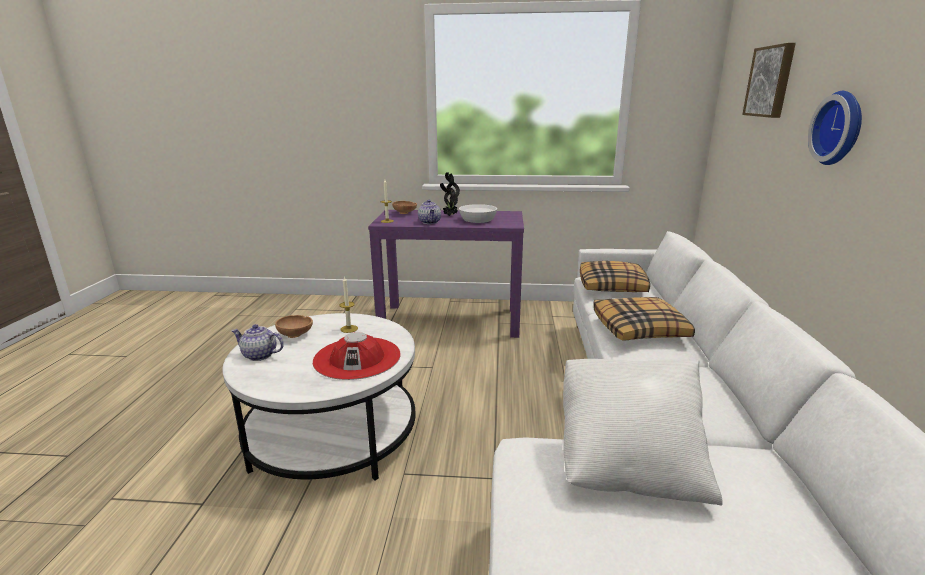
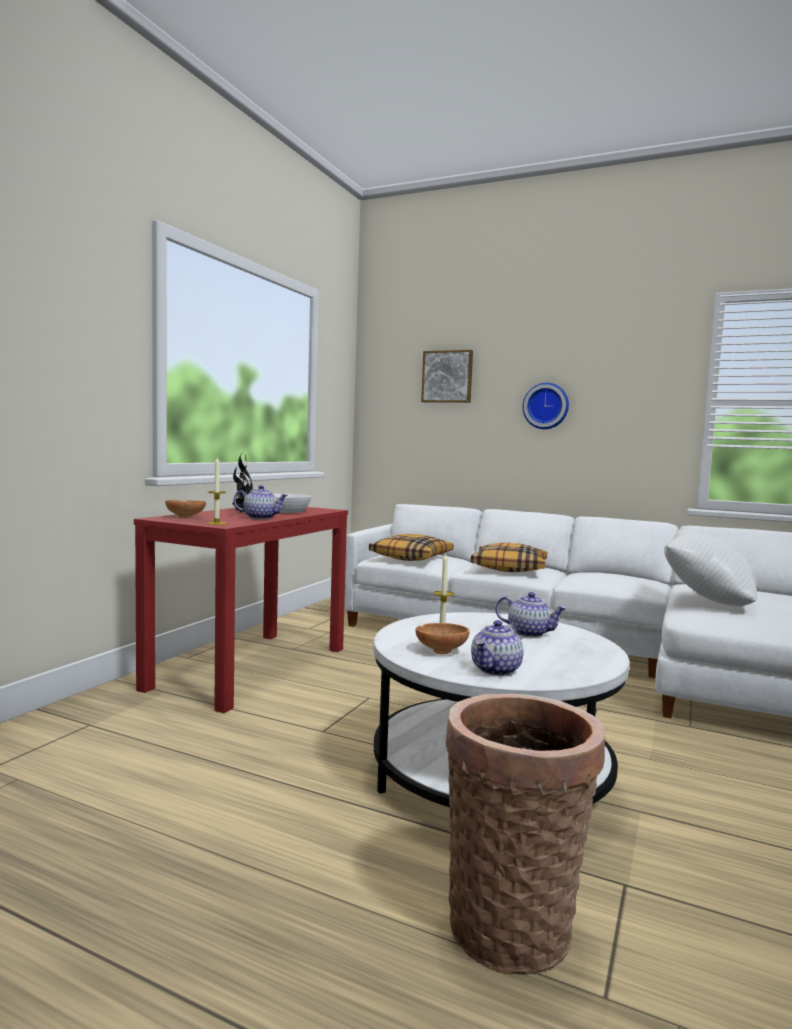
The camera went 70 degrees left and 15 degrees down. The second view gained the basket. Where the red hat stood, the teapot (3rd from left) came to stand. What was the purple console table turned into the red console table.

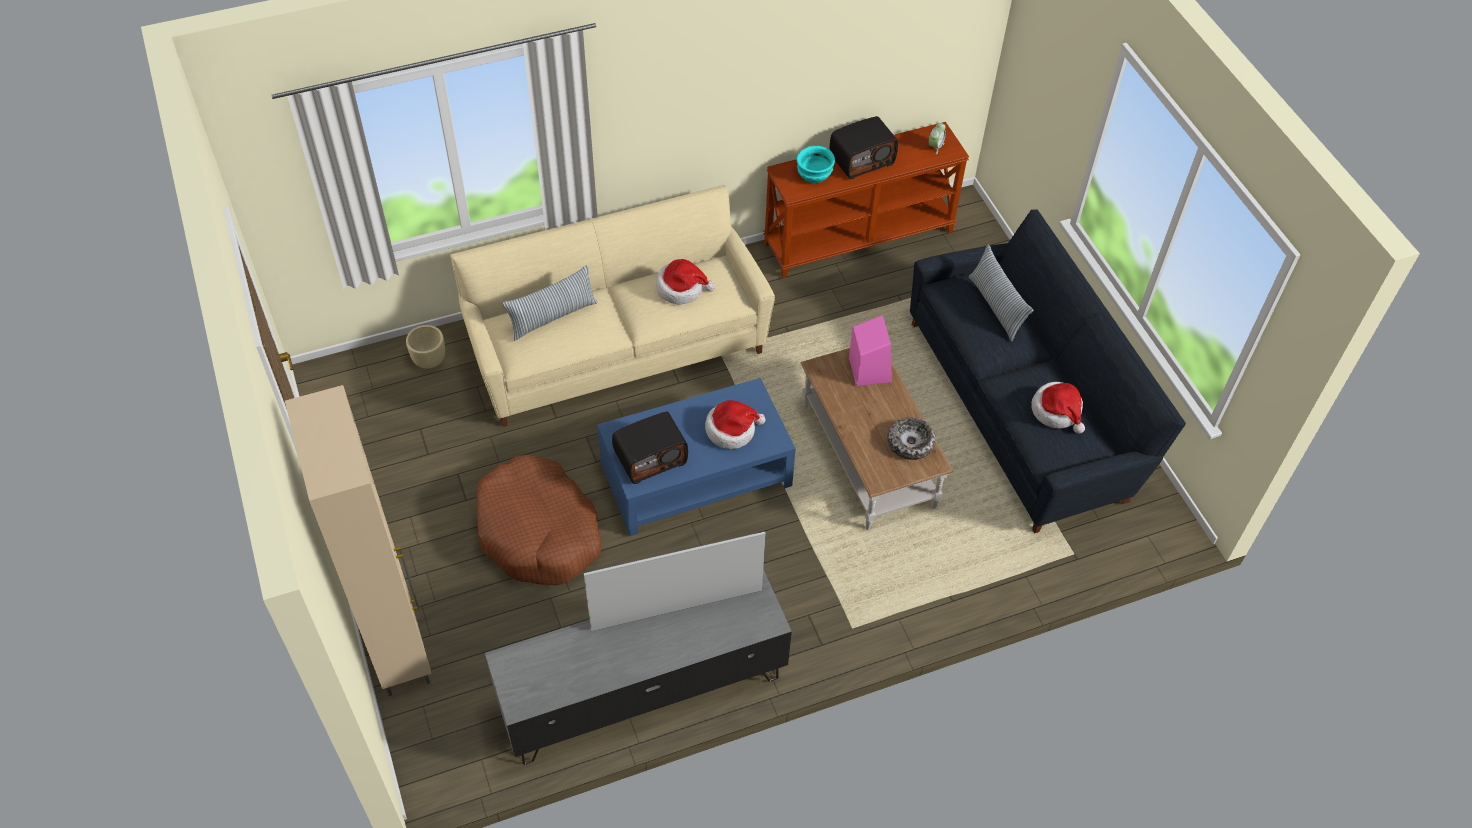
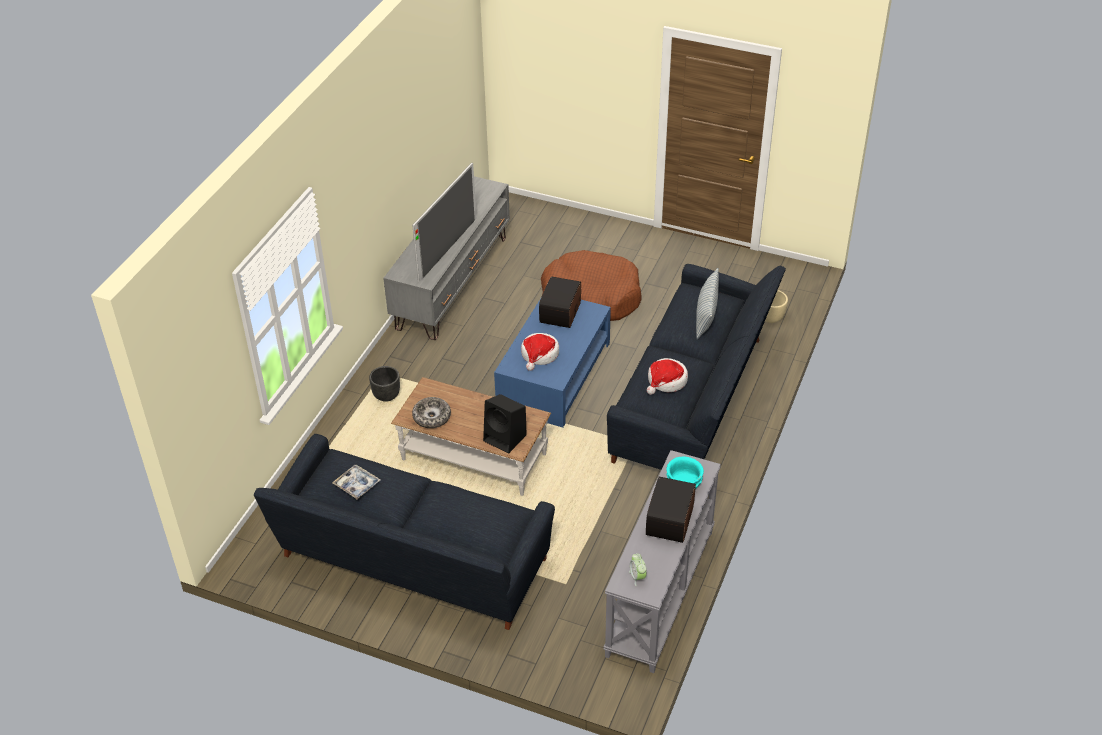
The camera went 135 degrees right and 10 degrees down. The second view lost the beige cabinet. The second view lost the pillow (2nd from left). The second view gained the black planter. Where the hat (3rd from left) stood, the tray came to stand. What was the beige sofa turned into the black sofa (2nd from left). What was the brown console table turned into the grey console table. What was the pink speaker turned into the black speaker.

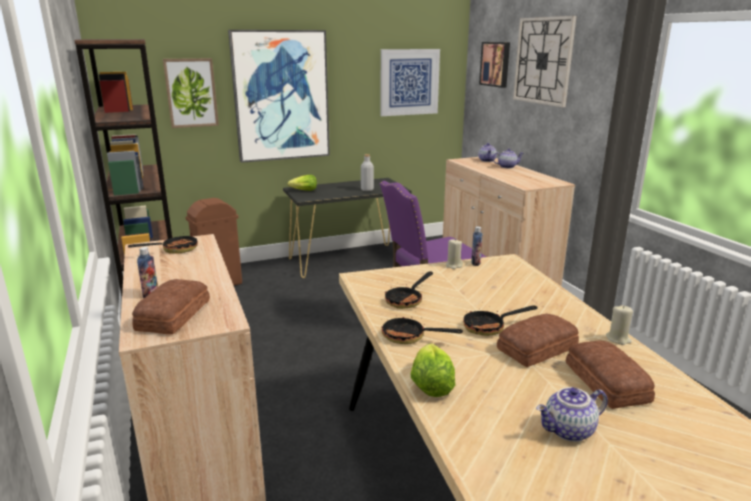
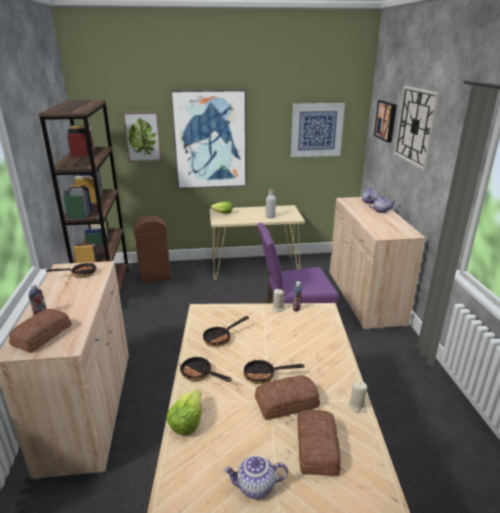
The camera went 15 degrees right and 5 degrees up. What was the black console table turned into the beige console table.

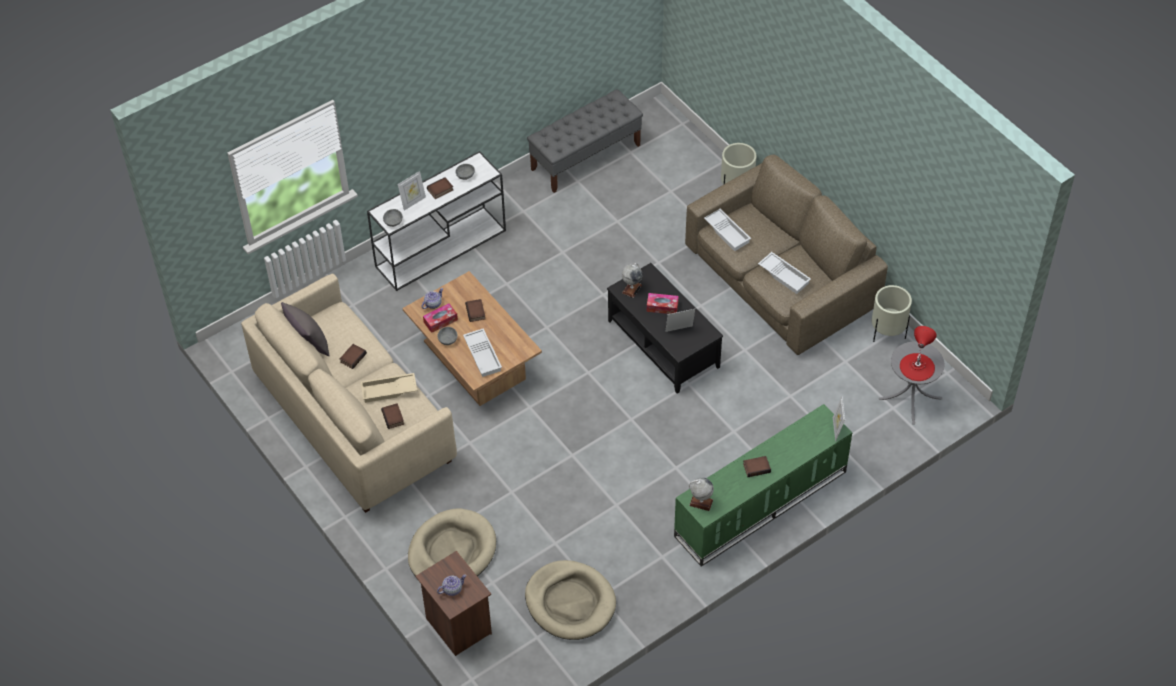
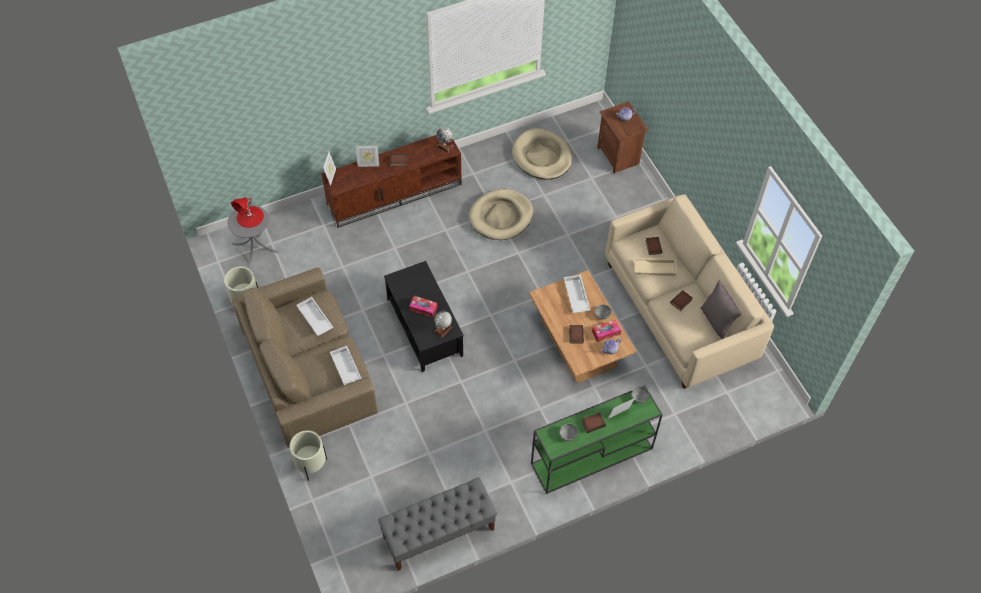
The camera went 170 degrees left and 5 degrees up. The beige dog bed (1st from left) ended up elsewhere. The picture frame (2nd from left) ended up elsewhere. What was the white console table turned into the green console table. What was the green tv stand turned into the brown tv stand.

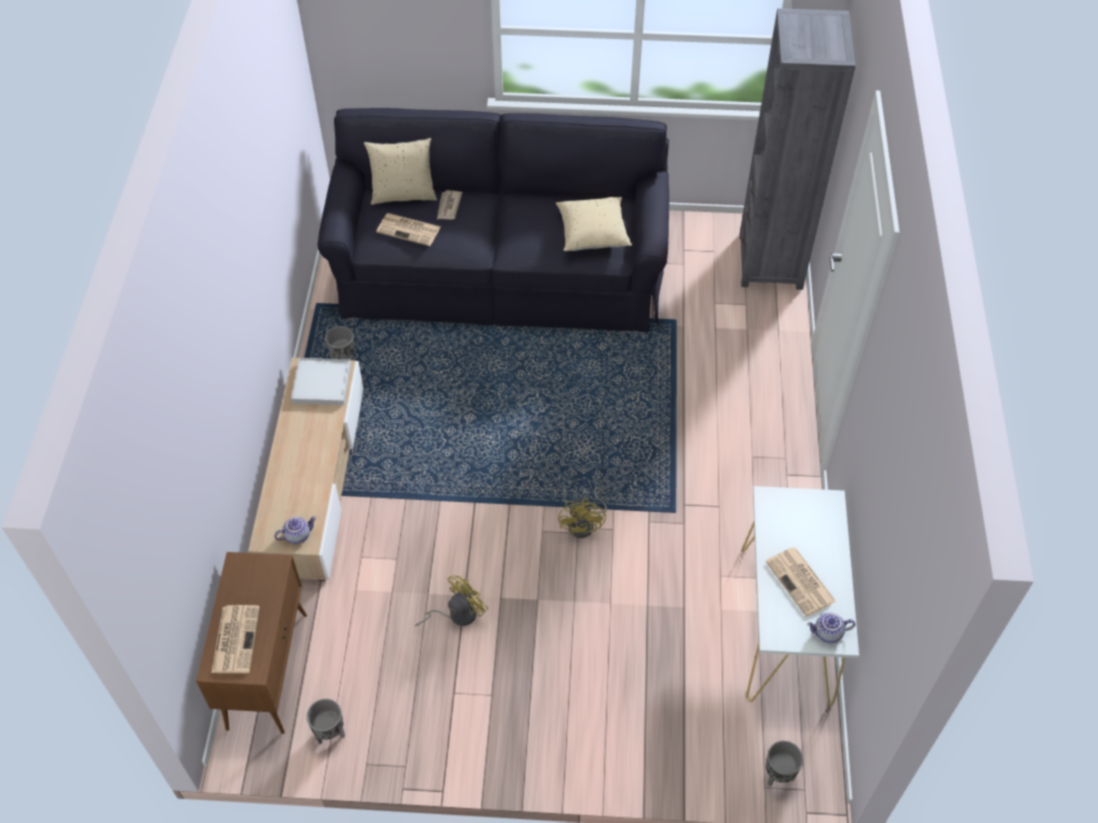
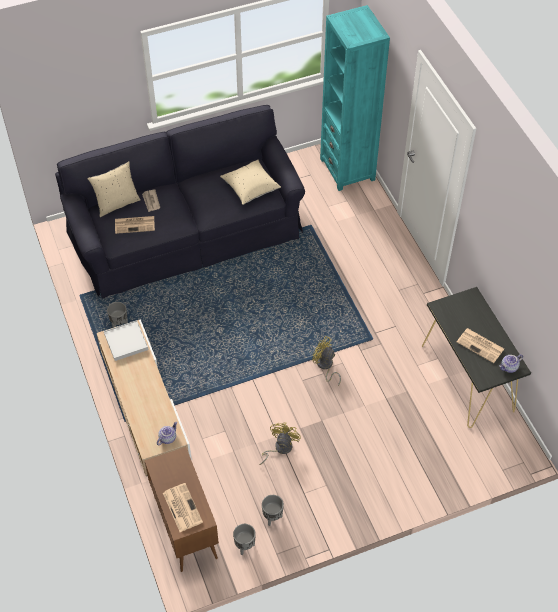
The camera went 25 degrees left and 0 degrees up. The grey planter (3rd from left) ended up elsewhere. What was the grey bookcase turned into the turquoise bookcase. What was the white console table turned into the black console table. The yellow fan (2nd from left) ended up facing another way, 150 degrees clockwise from before.

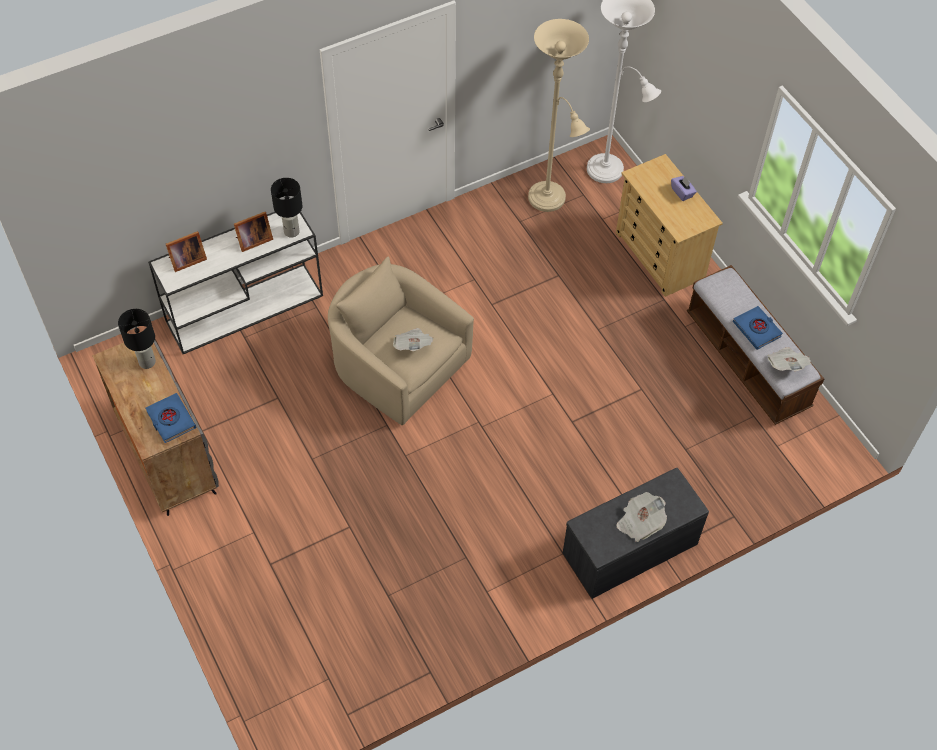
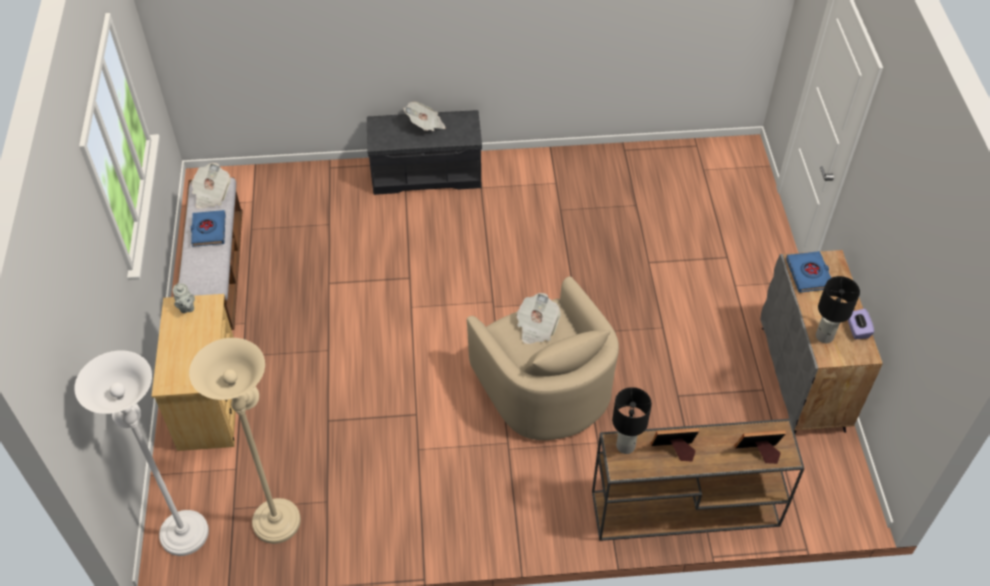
The camera went 155 degrees left and 5 degrees down. The second view gained the grey teapot. The purple tissue box ended up elsewhere. What was the white console table turned into the brown console table.

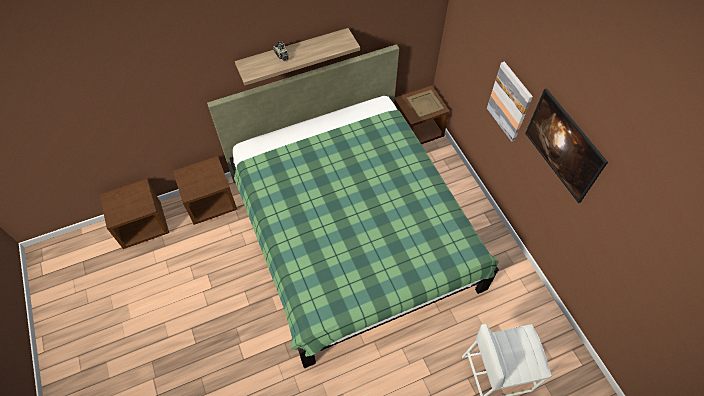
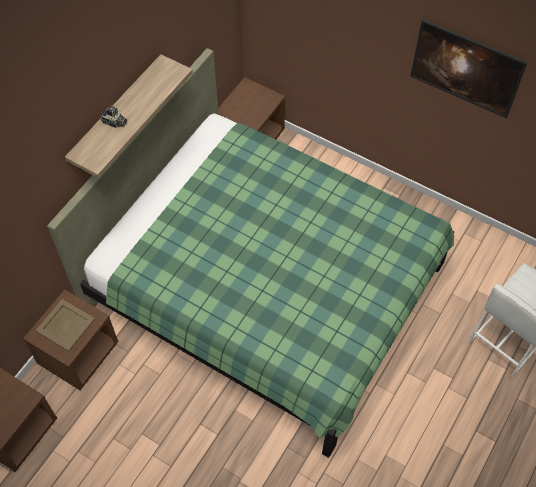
The camera went 35 degrees left and 0 degrees up. The second view lost the picture (1st from left). The beige tray ended up elsewhere.

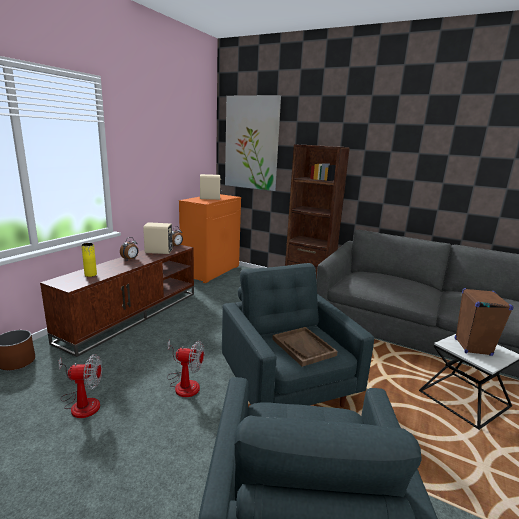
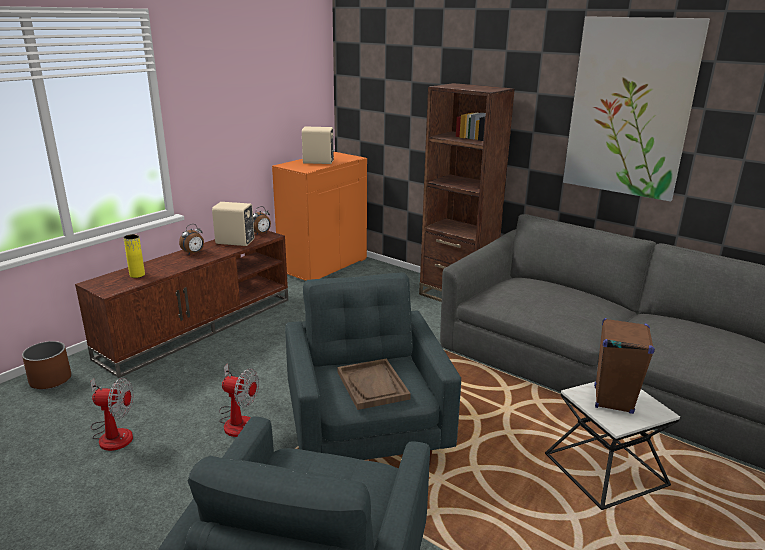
The camera went 10 degrees right and 5 degrees up. The picture ended up elsewhere.

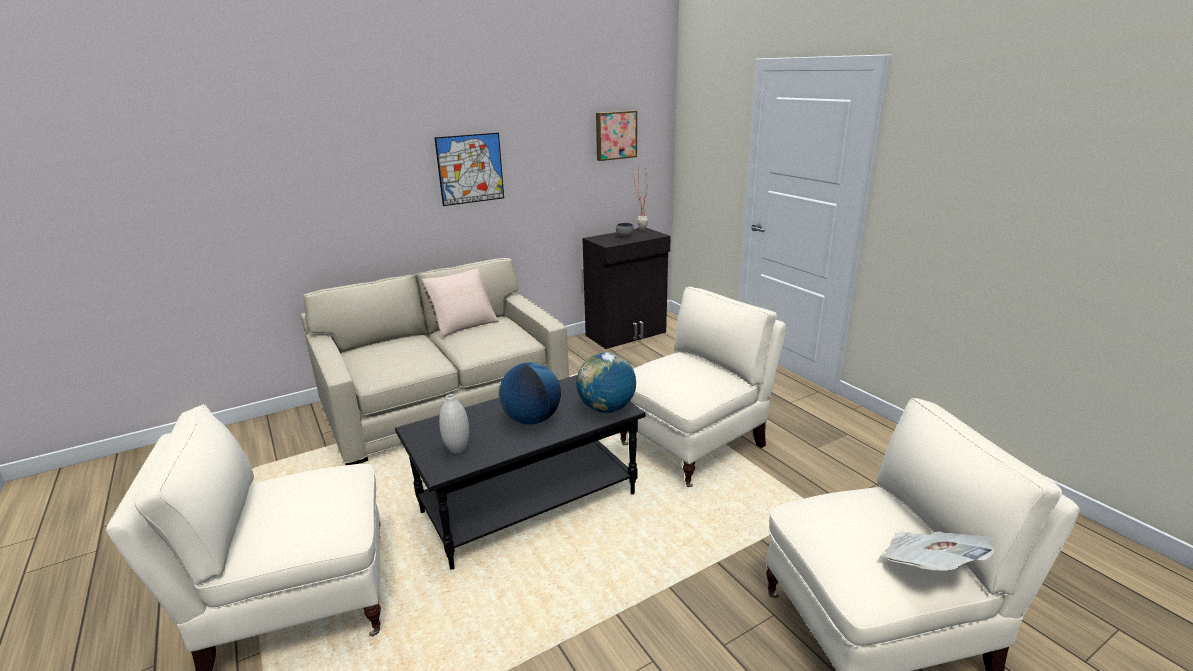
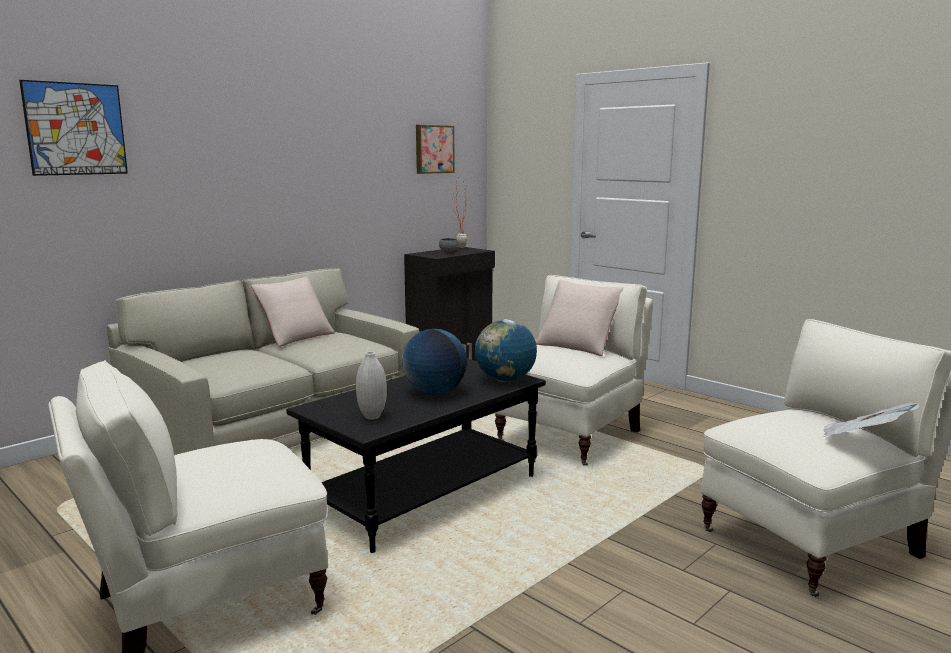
The camera went 15 degrees left and 10 degrees down. The second view gained the beige pillow (2nd from left). The picture (1st from left) ended up elsewhere.

